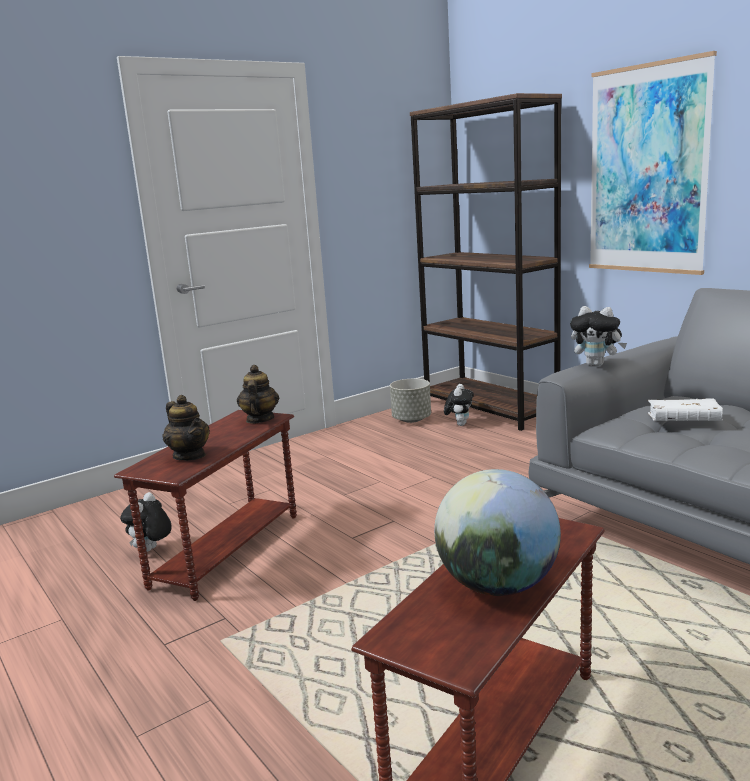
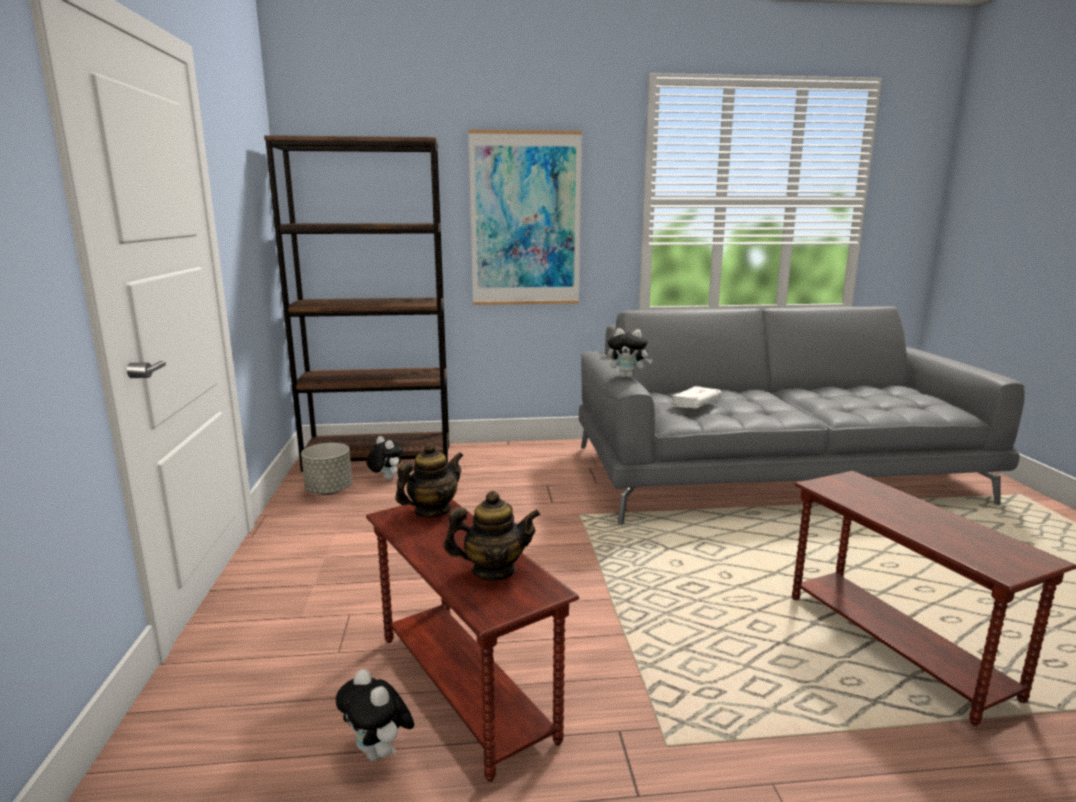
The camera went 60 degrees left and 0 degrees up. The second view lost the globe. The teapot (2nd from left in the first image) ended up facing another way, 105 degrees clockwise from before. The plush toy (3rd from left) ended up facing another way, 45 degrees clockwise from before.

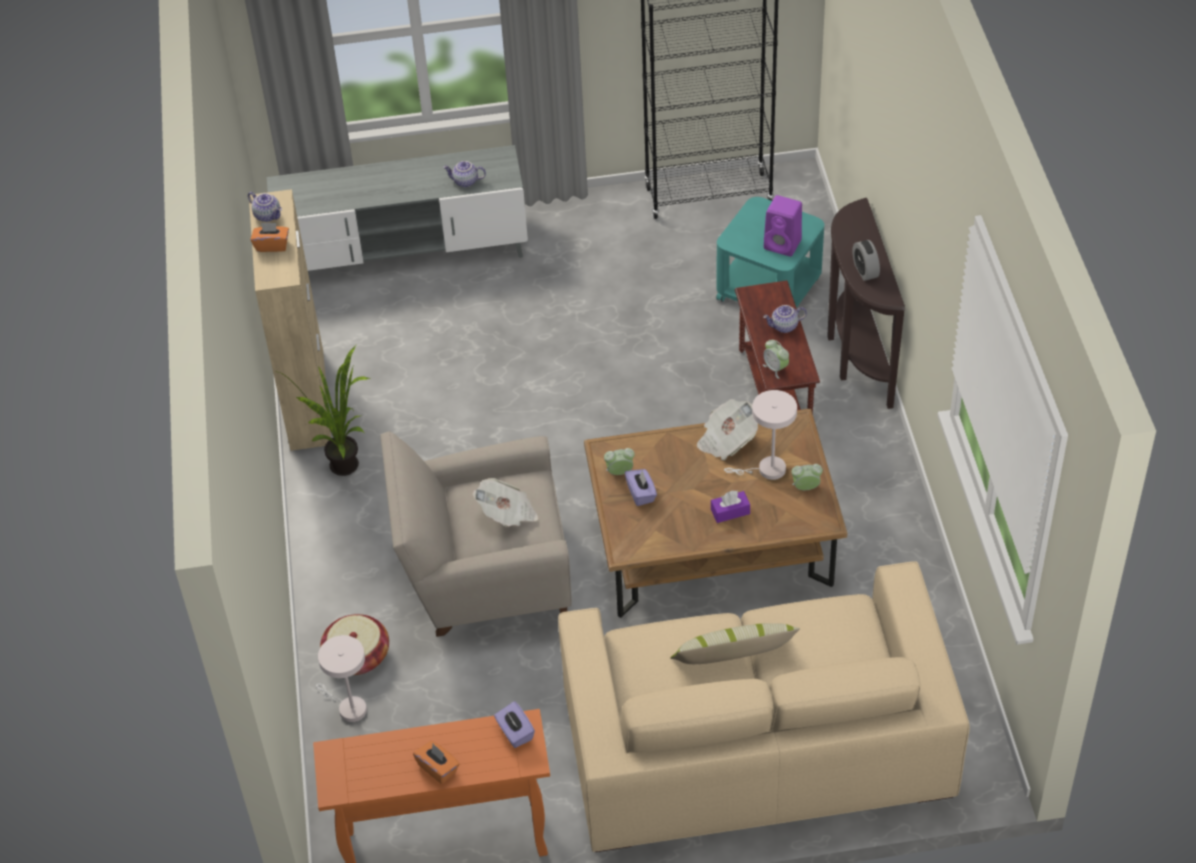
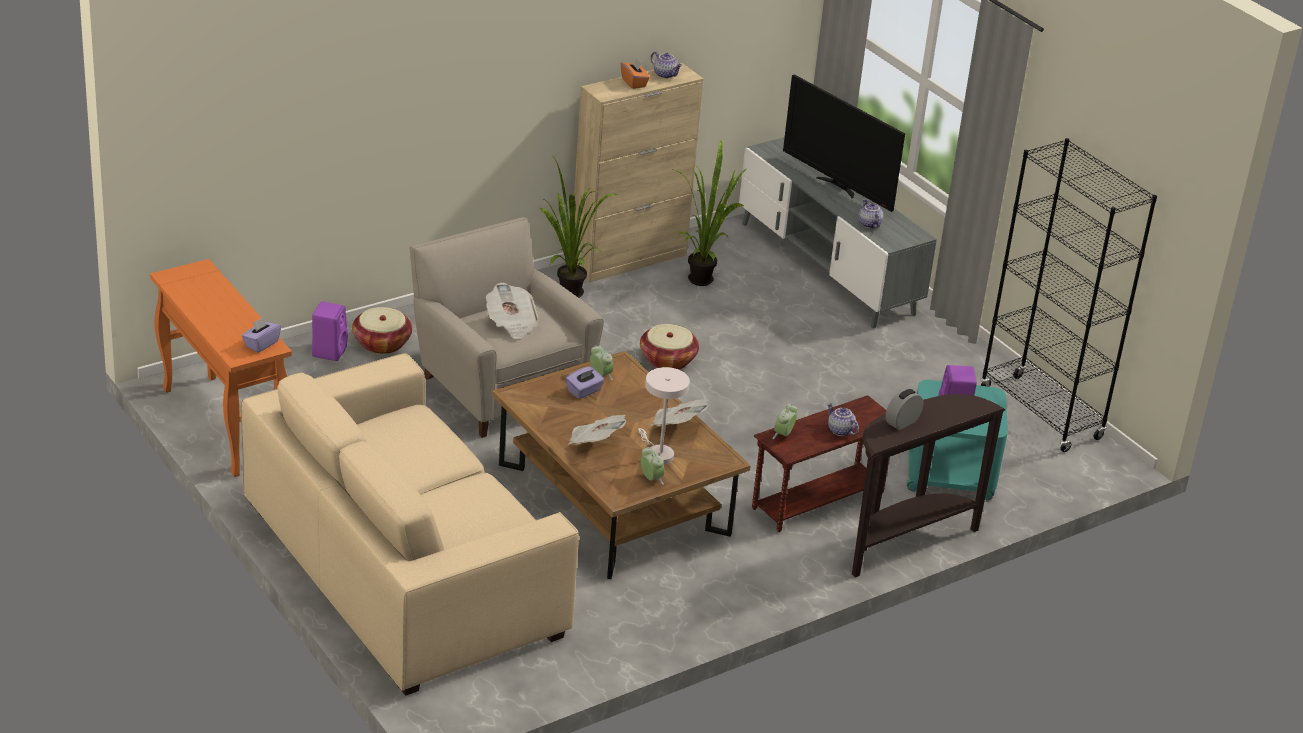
The camera went 60 degrees right and 15 degrees down. The second view lost the orange tissue box (2nd from left). The second view lost the pillow. The second view gained the basket (2nd from left). The second view gained the potted plant (2nd from left). The second view gained the television. Where the white table lamp (1st from left) stood, the purple speaker (1st from left) came to stand. Where the purple tissue box (3rd from left) stood, the newspaper (2nd from left) came to stand. The teapot (1st from left) ended up facing another way, 60 degrees counterclockwise from before.

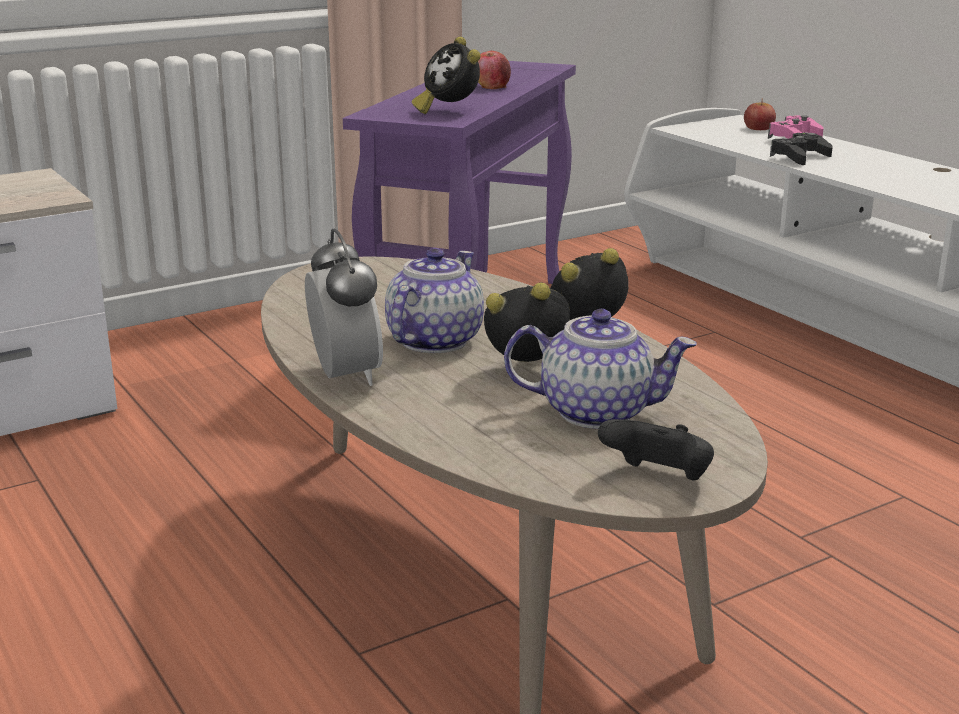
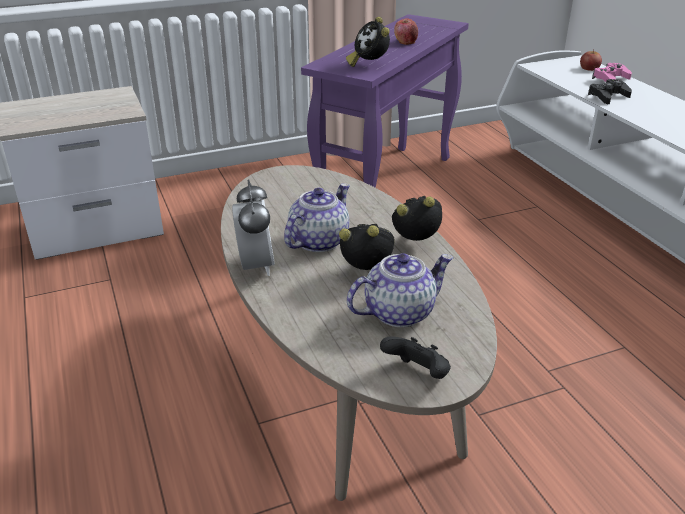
The camera went 10 degrees right and 10 degrees up. The teapot (2nd from left) ended up facing another way, 45 degrees counterclockwise from before.

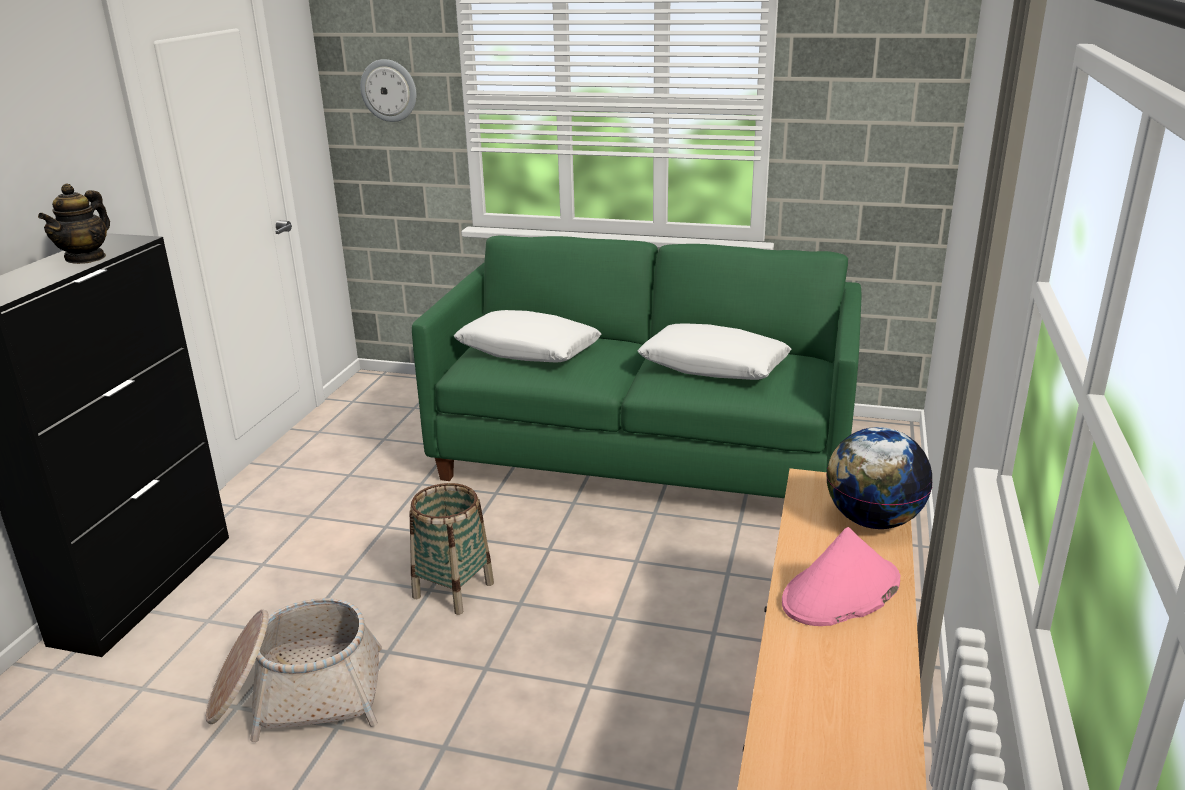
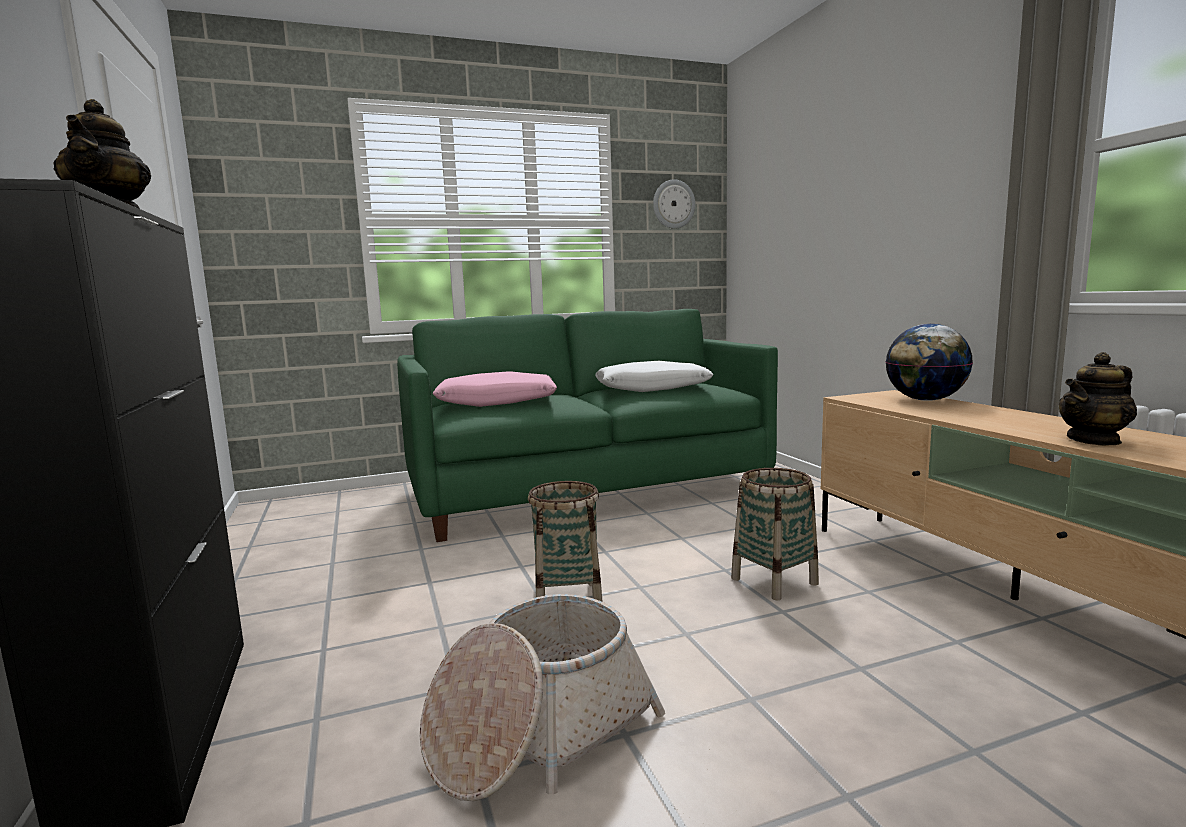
The camera went 35 degrees left and 15 degrees down. The second view lost the pink hat. The second view gained the basket (3rd from left). The second view gained the teapot (2nd from left). The wall clock ended up elsewhere. What was the white pillow (1st from left) turned into the pink pillow.

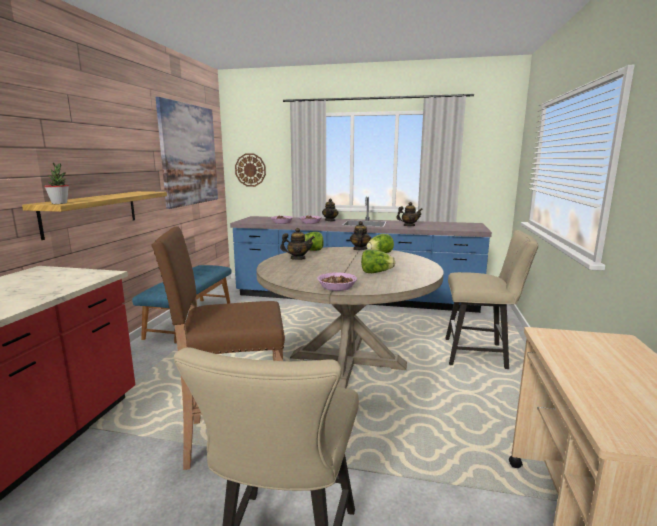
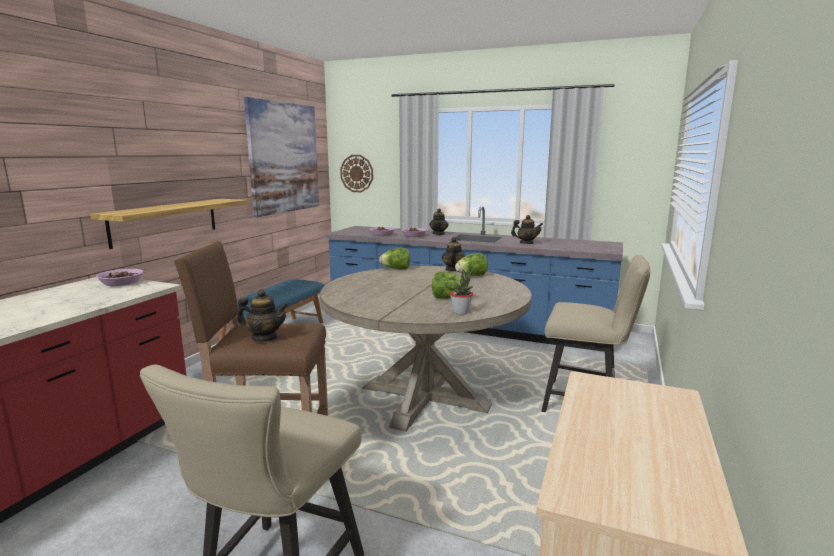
The camera went 10 degrees right and 0 degrees up. The potted plant ended up elsewhere. The teapot (1st from left) ended up elsewhere. The bowl (3rd from left in the first image) ended up elsewhere.

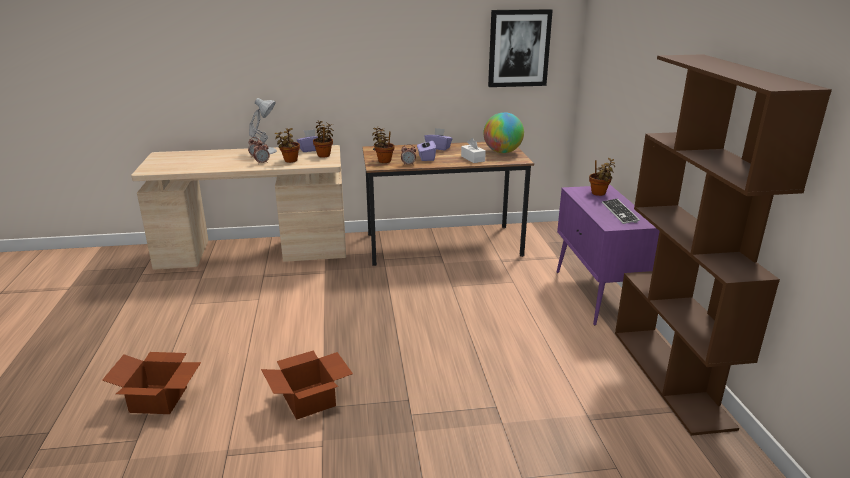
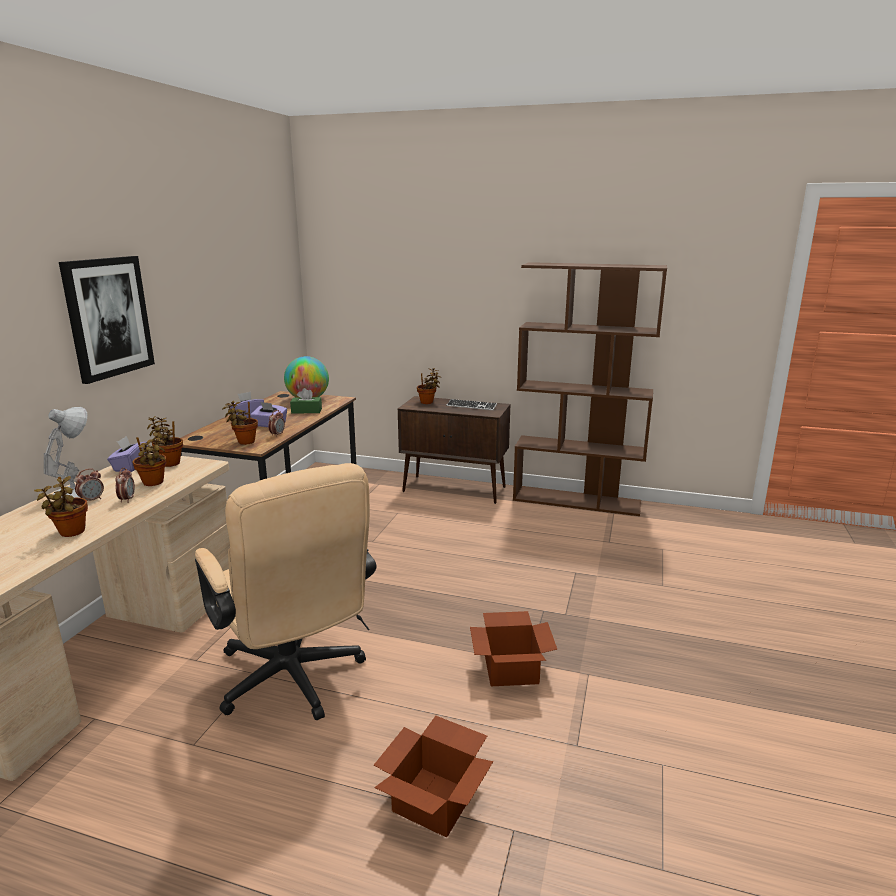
The camera went 65 degrees left and 5 degrees down. The second view gained the potted plant (1st from left). The second view gained the beige office chair. The picture ended up elsewhere. What was the white tissue box turned into the green tissue box. What was the purple cabinet turned into the brown cabinet.

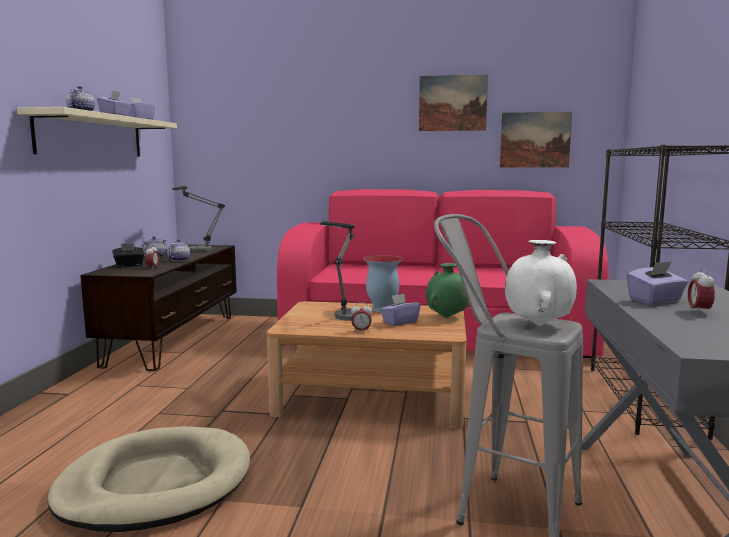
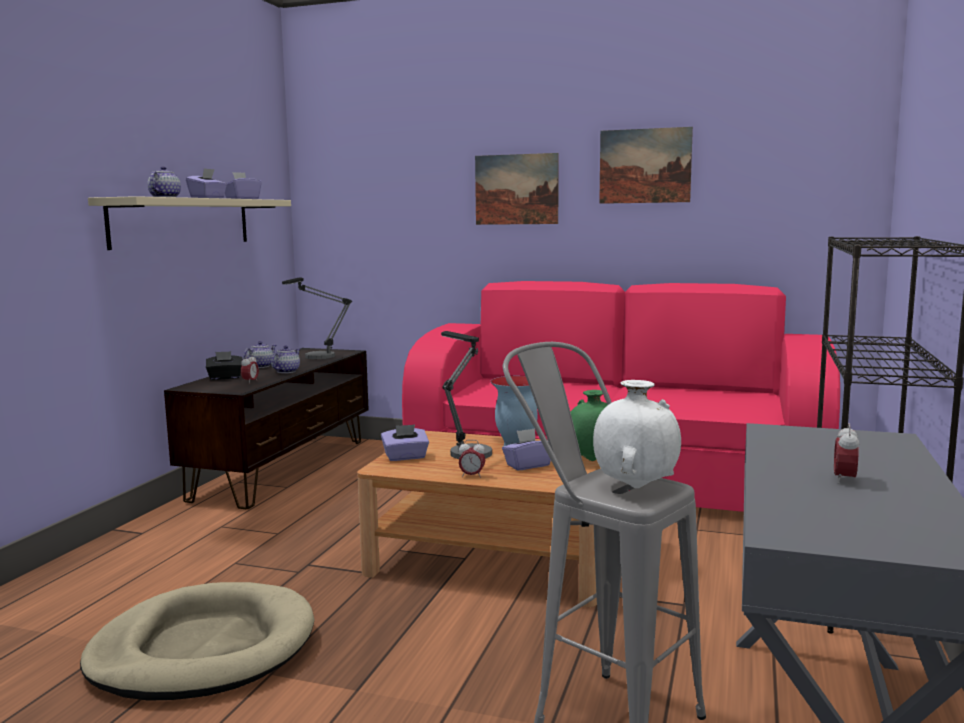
The camera went 10 degrees right and 0 degrees up. The picture (2nd from left in the first image) ended up elsewhere. The purple tissue box (4th from left in the first image) ended up elsewhere.

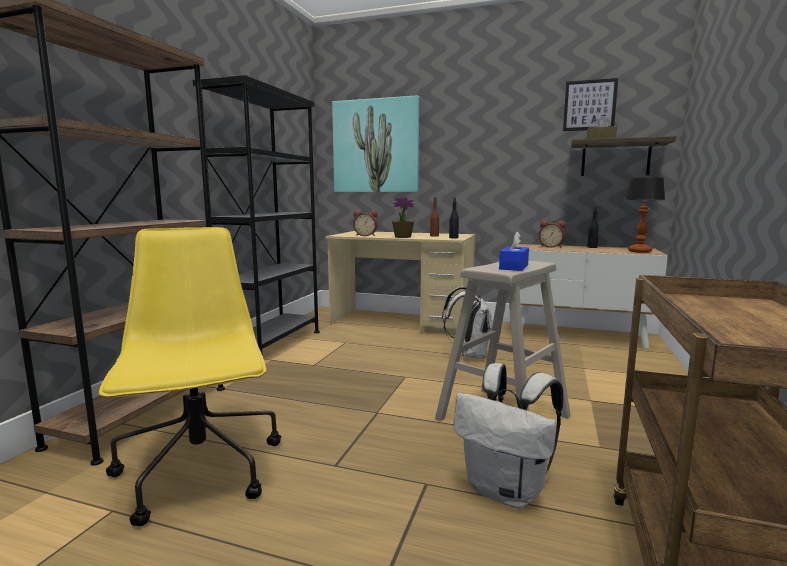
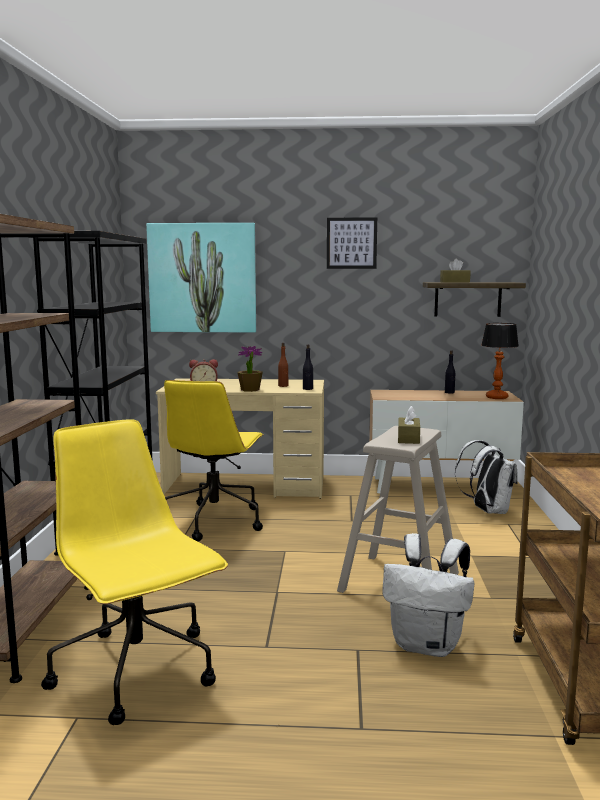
The camera went 15 degrees left and 0 degrees up. The second view lost the alarm clock (2nd from left). The second view gained the yellow office chair (2nd from left). The white backpack (1st from left in the first image) ended up elsewhere. The picture (2nd from left) ended up elsewhere. What was the blue tissue box turned into the brown tissue box (1st from left).

